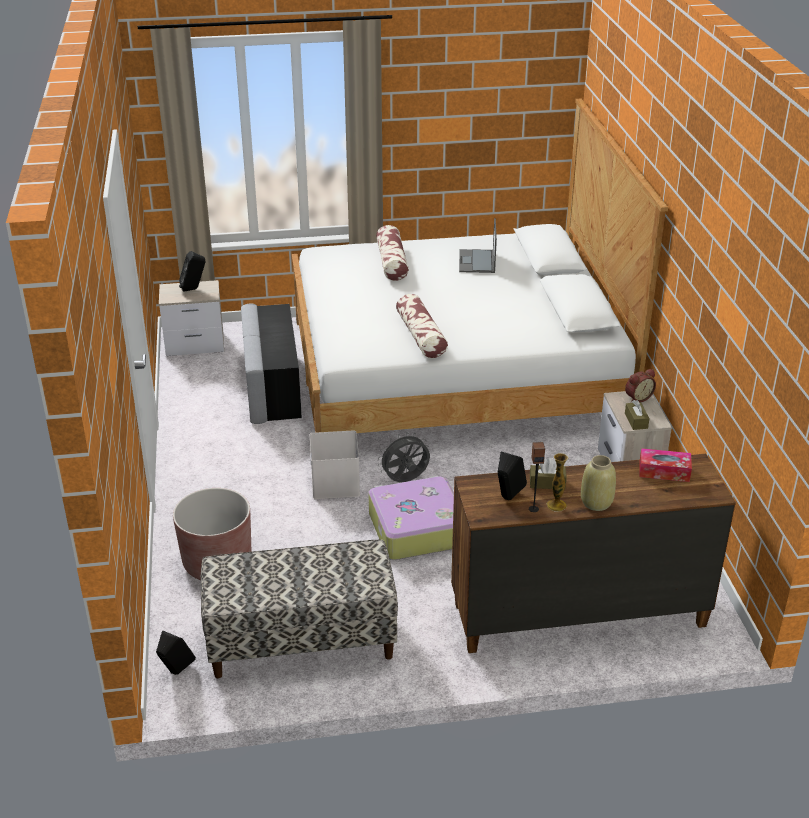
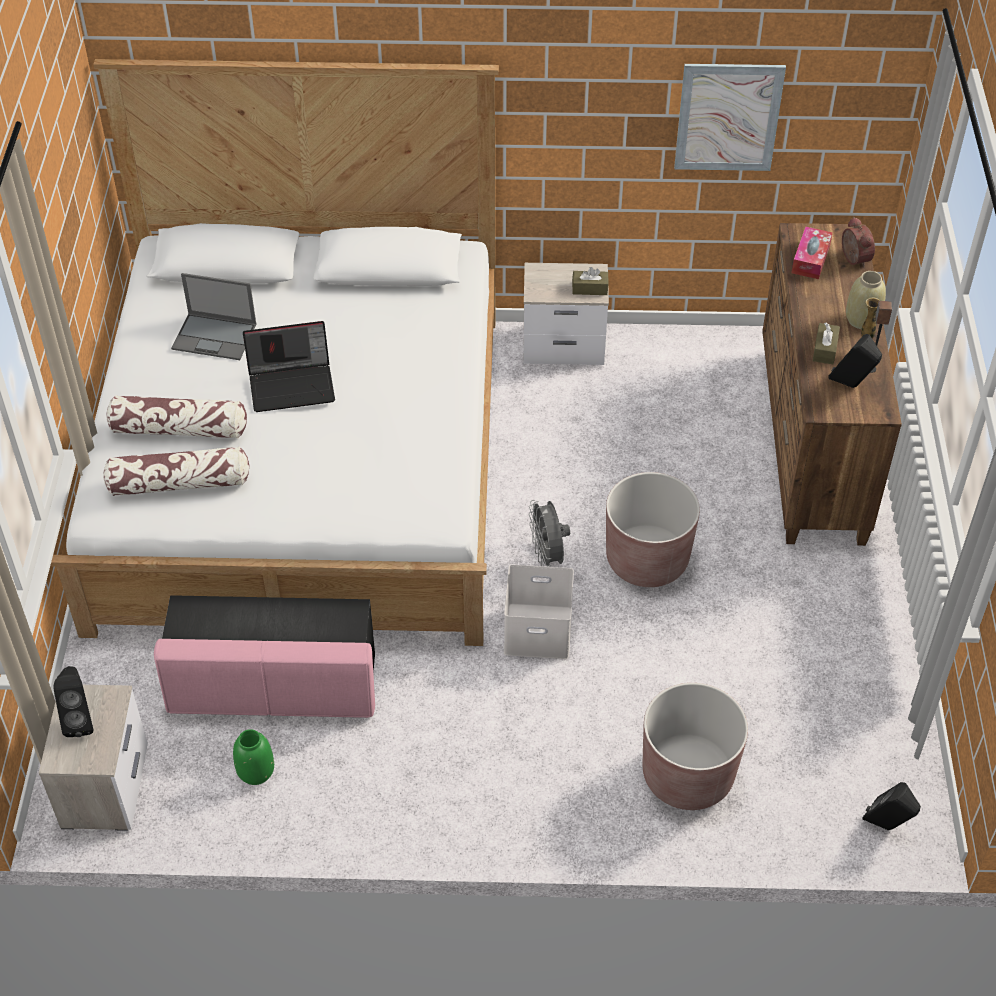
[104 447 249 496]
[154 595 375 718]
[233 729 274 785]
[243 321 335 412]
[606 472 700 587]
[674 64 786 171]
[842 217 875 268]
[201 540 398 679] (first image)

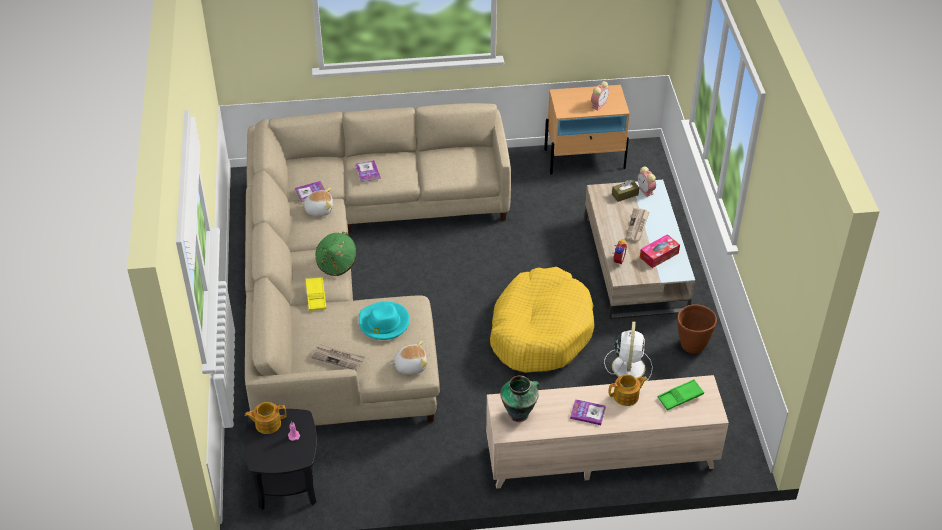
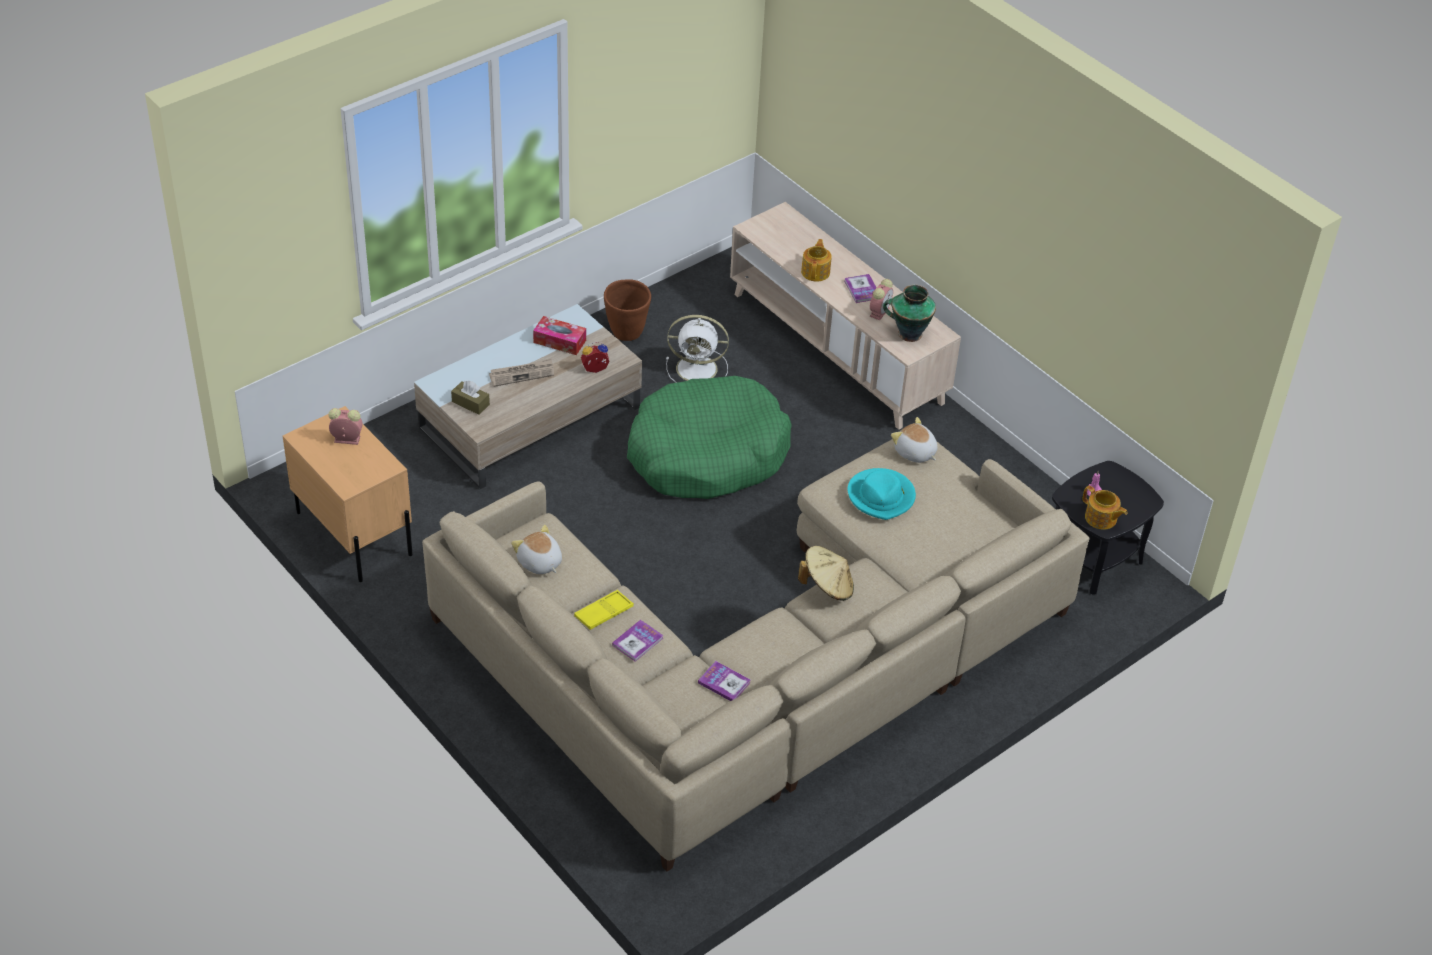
[511 525 562 574]
[574 590 634 630]
[627 376 792 499]
[666 315 729 383]
[798 546 854 601]
[801 239 832 281]
[870 279 893 320]
[310 344 365 371] (first image)
[658 379 704 411] (first image)

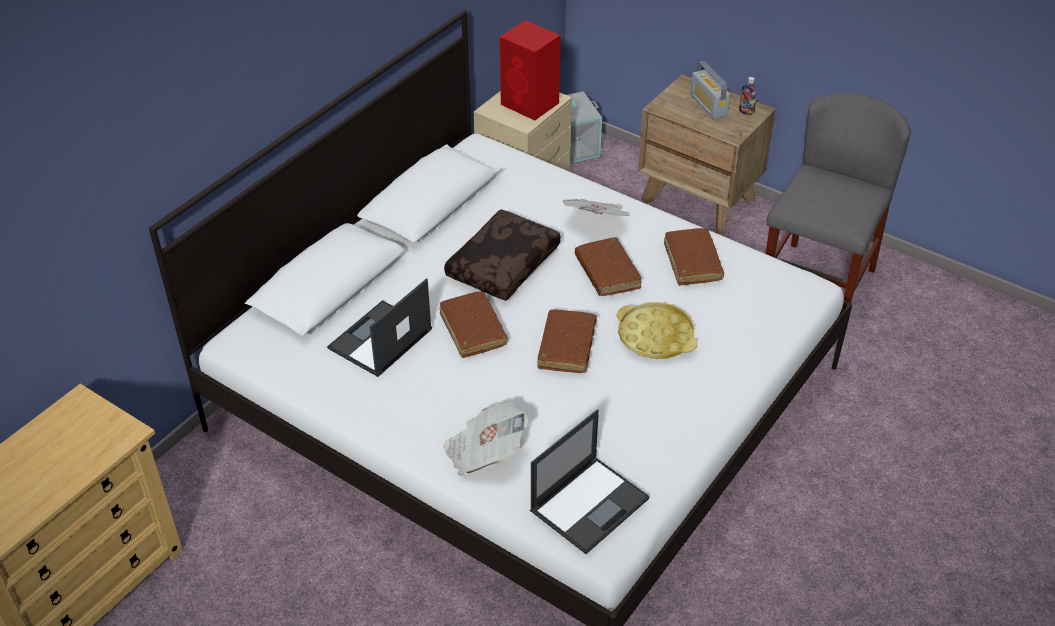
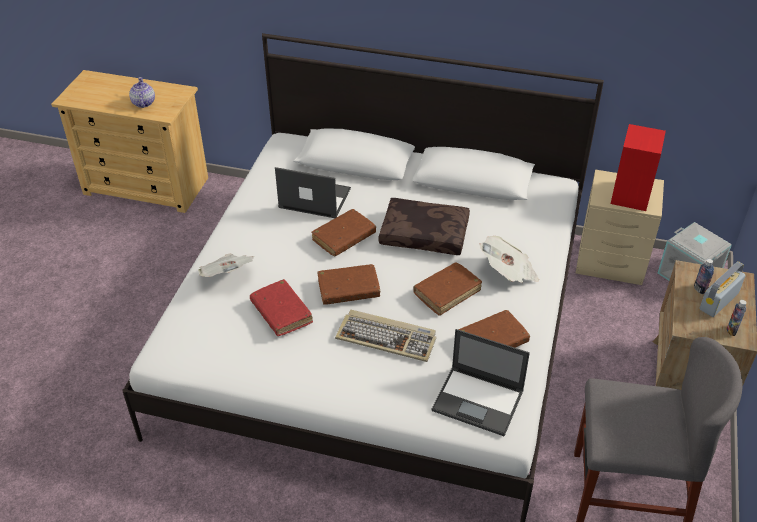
[129 77 155 108]
[250 279 313 336]
[335 310 436 362]
[432 329 530 436]
[694 259 714 294]

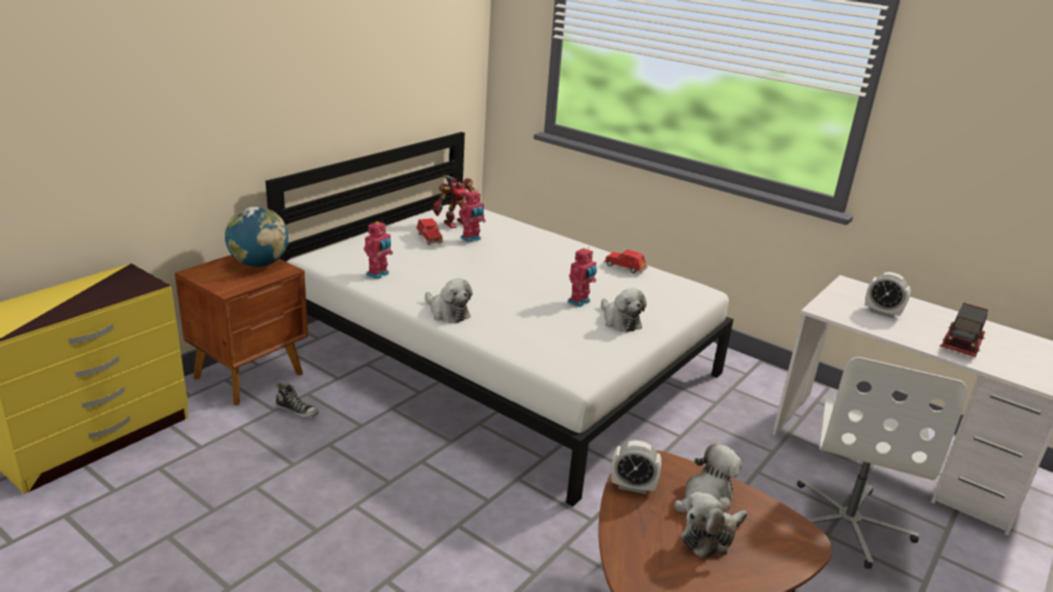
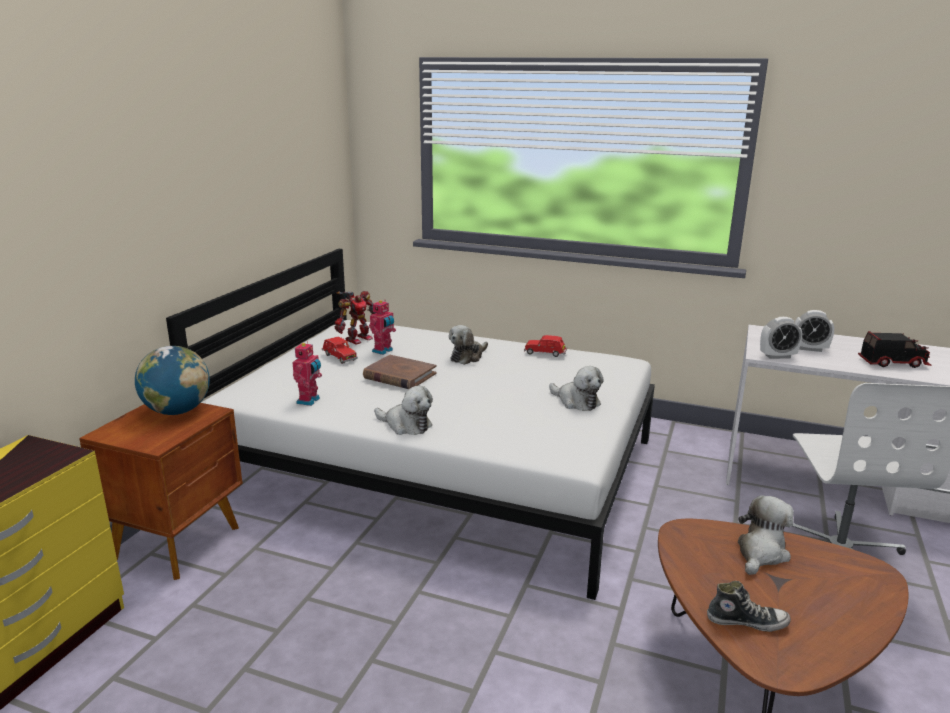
[363 355 437 389]
[449 325 488 365]
[707 581 791 632]
[760 317 802 359]
[858 331 932 368]
[567 247 597 307] (first image)

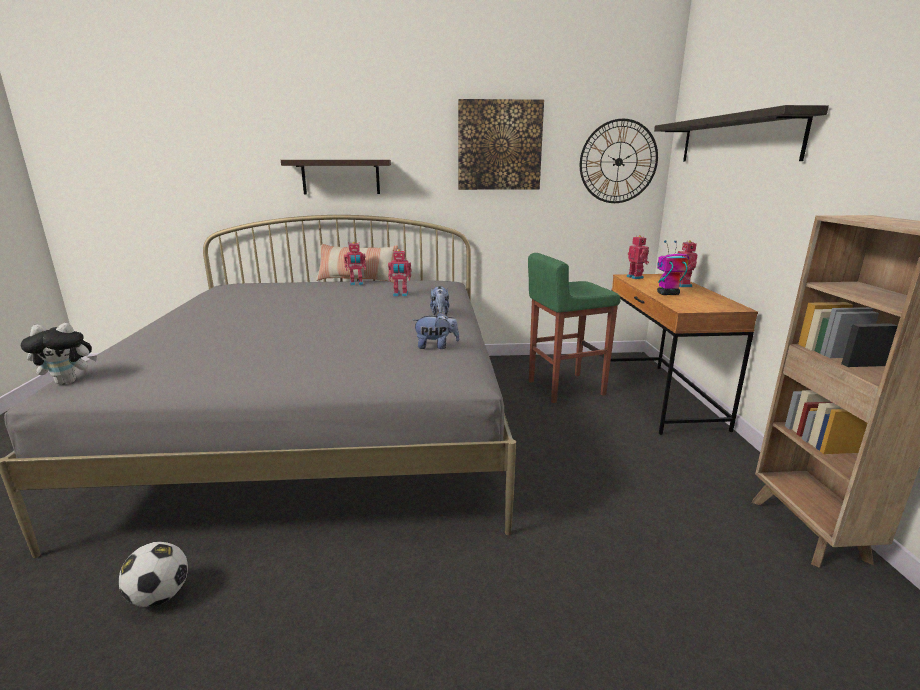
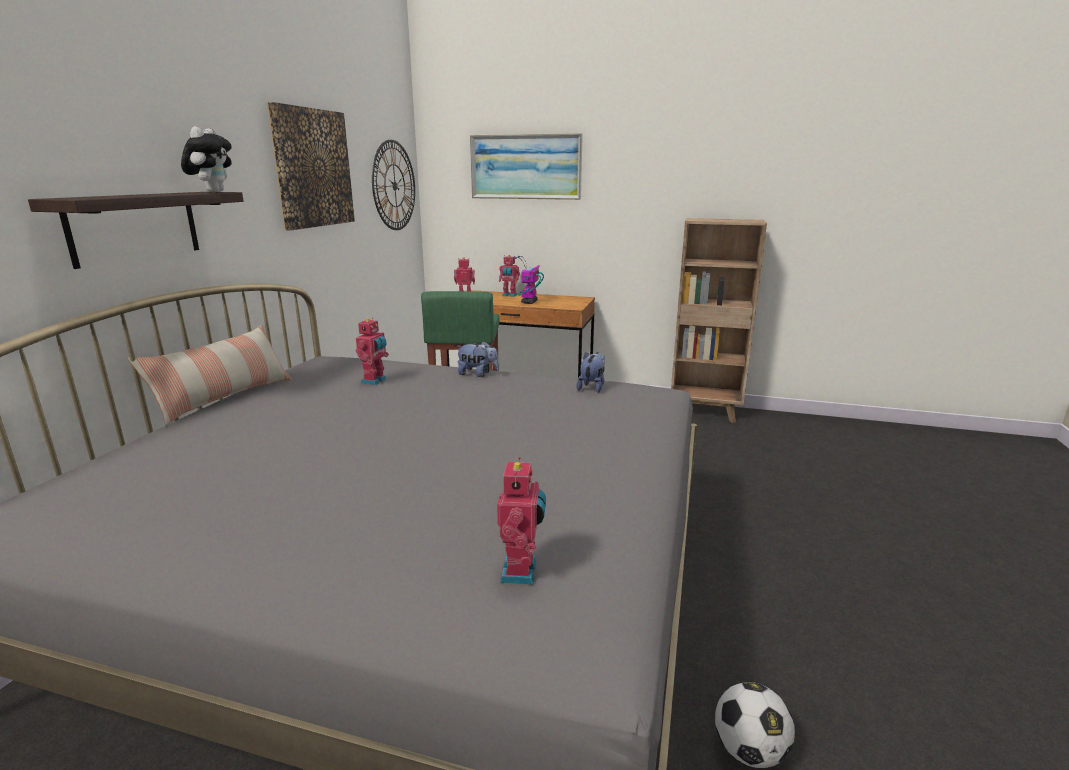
[181 126 232 192]
[470 133 583 200]
[497 457 546 585]

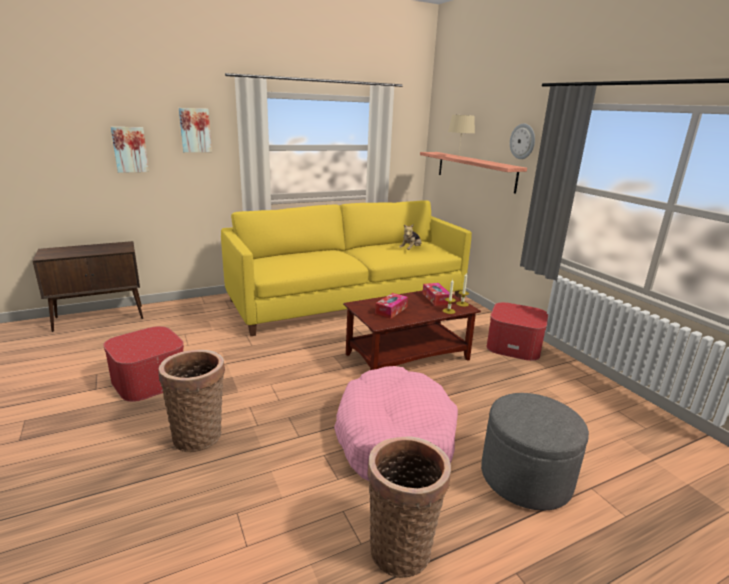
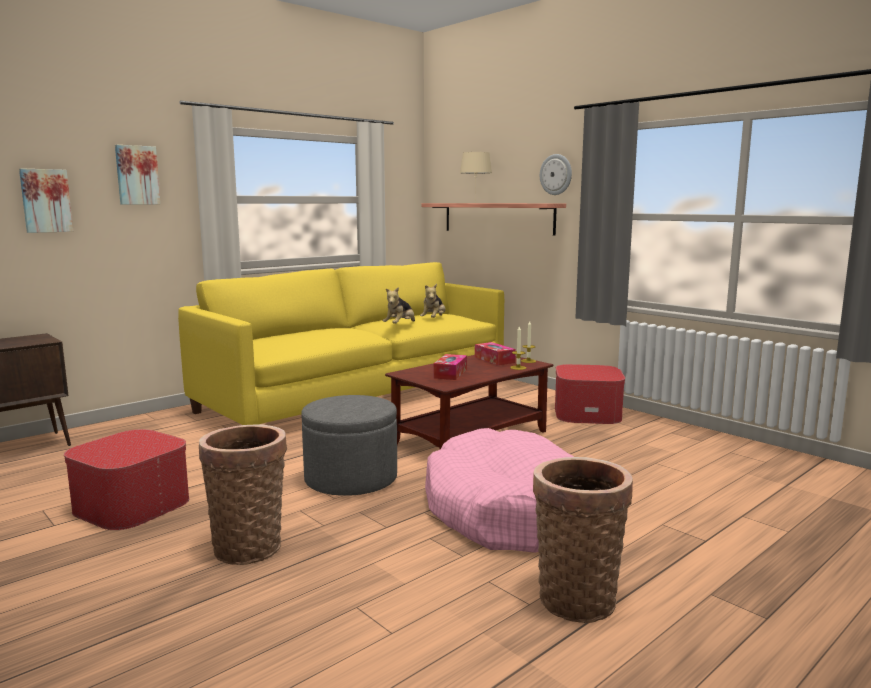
[301 395 397 496]
[383 287 415 324]

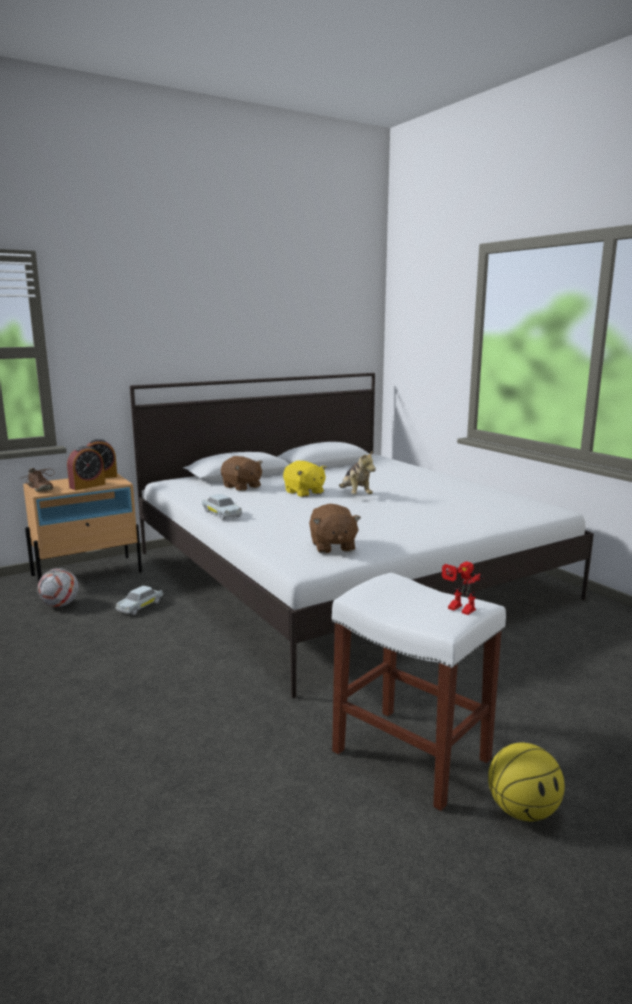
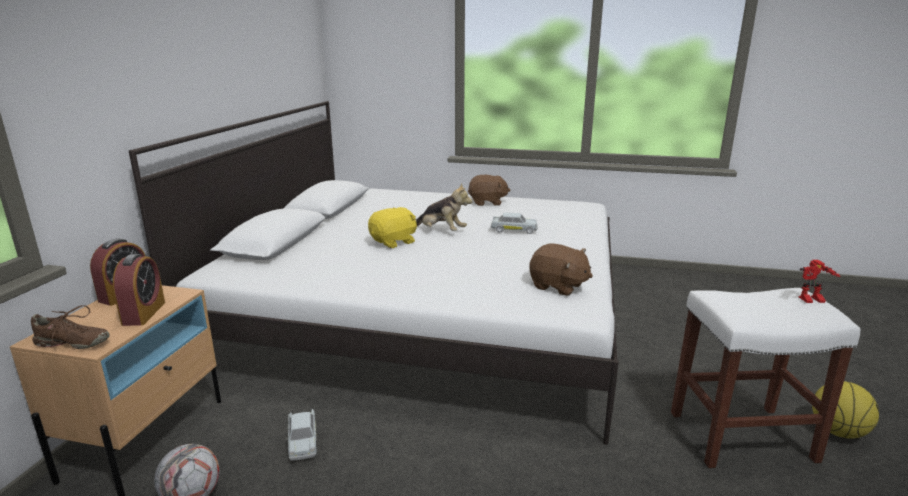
[368 207 417 248]
[468 175 510 206]
[491 212 537 234]

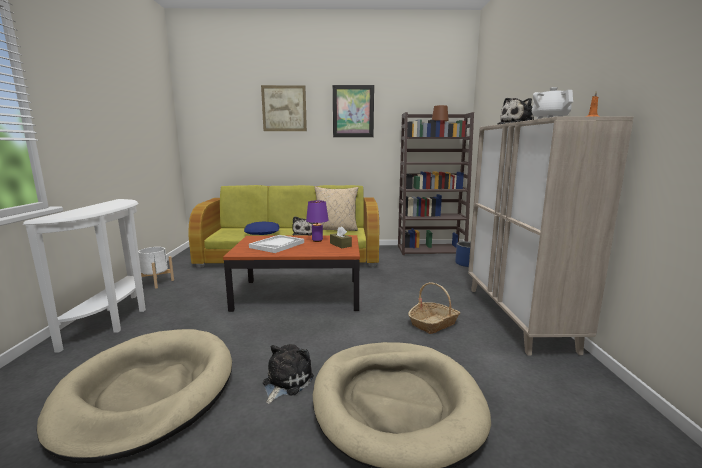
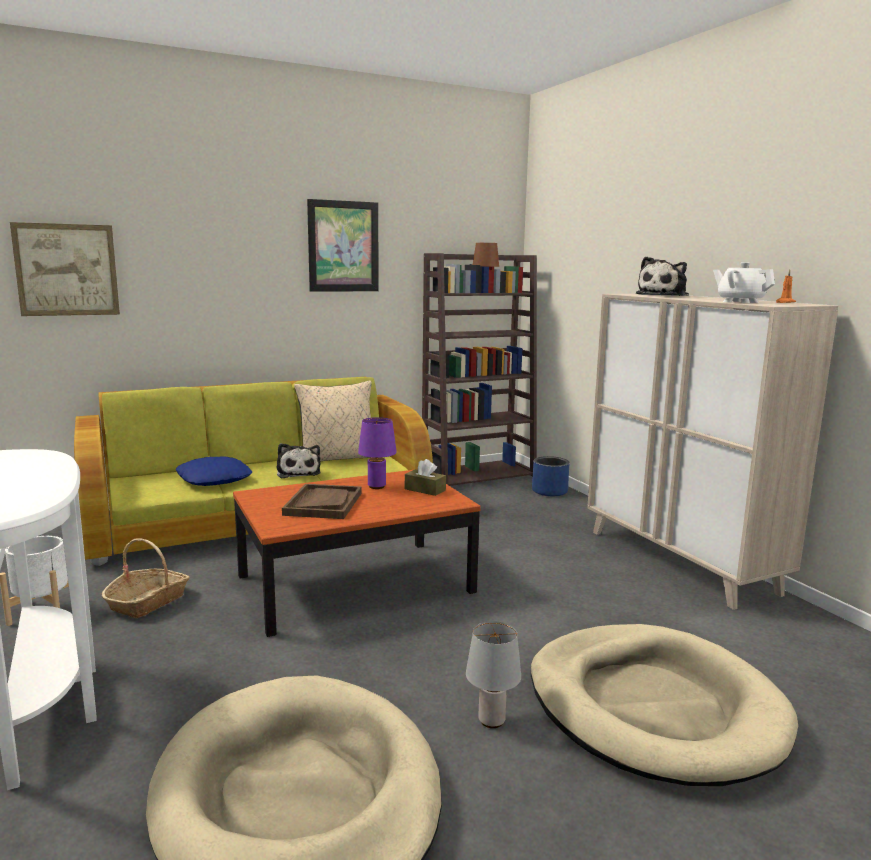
[10 222 120 316]
[102 538 190 619]
[282 484 362 519]
[466 621 521 728]

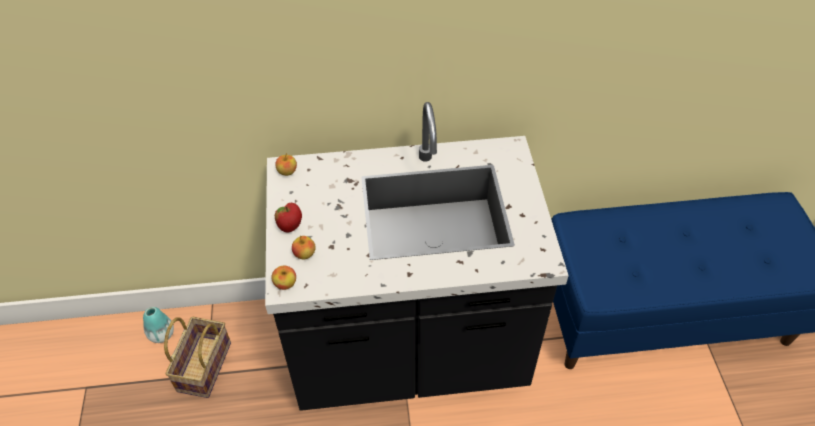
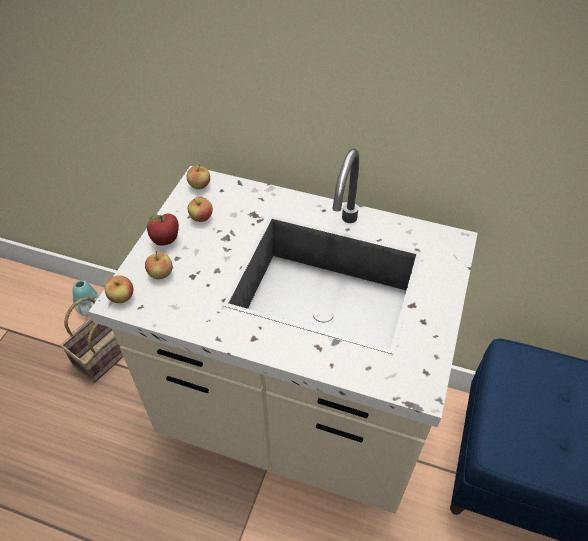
[89 149 478 514]
[188 197 213 222]

